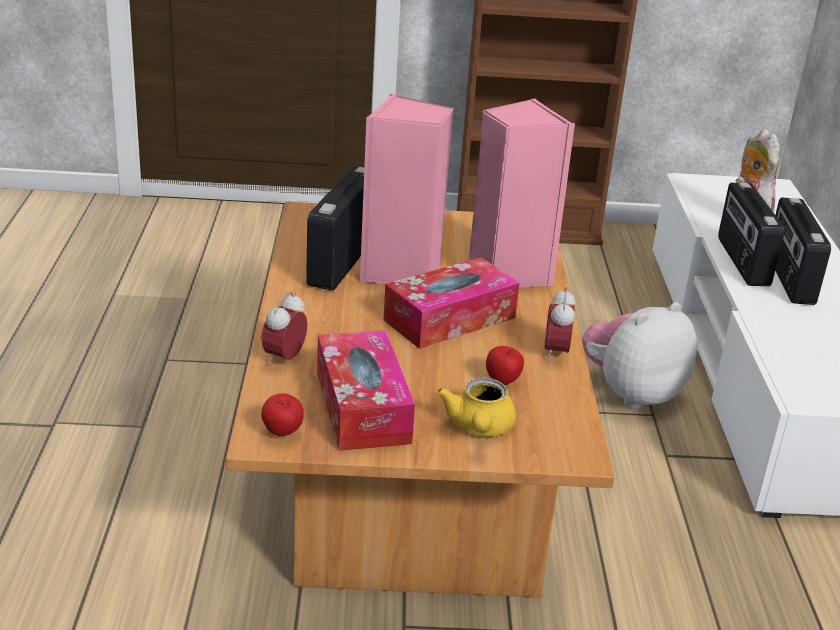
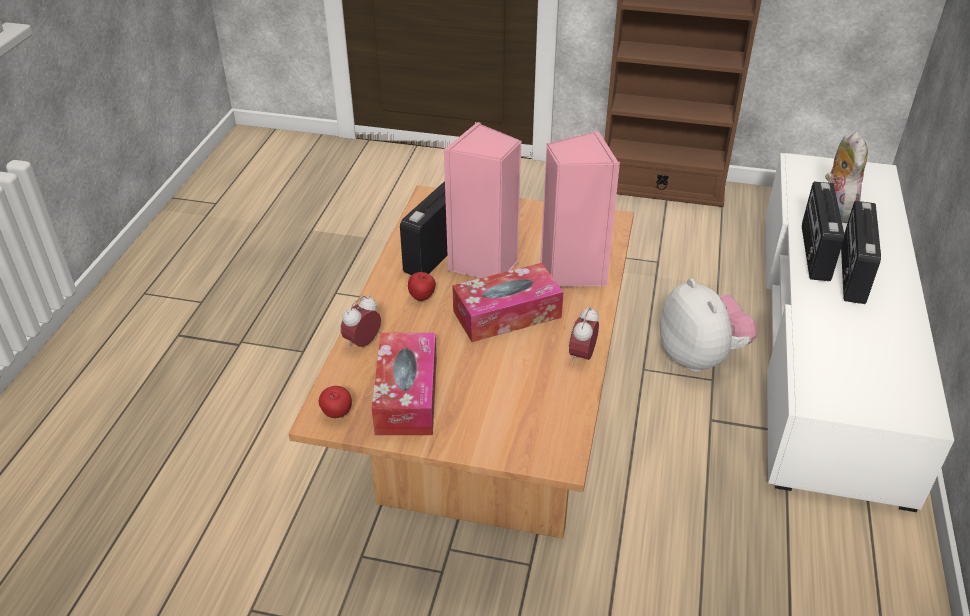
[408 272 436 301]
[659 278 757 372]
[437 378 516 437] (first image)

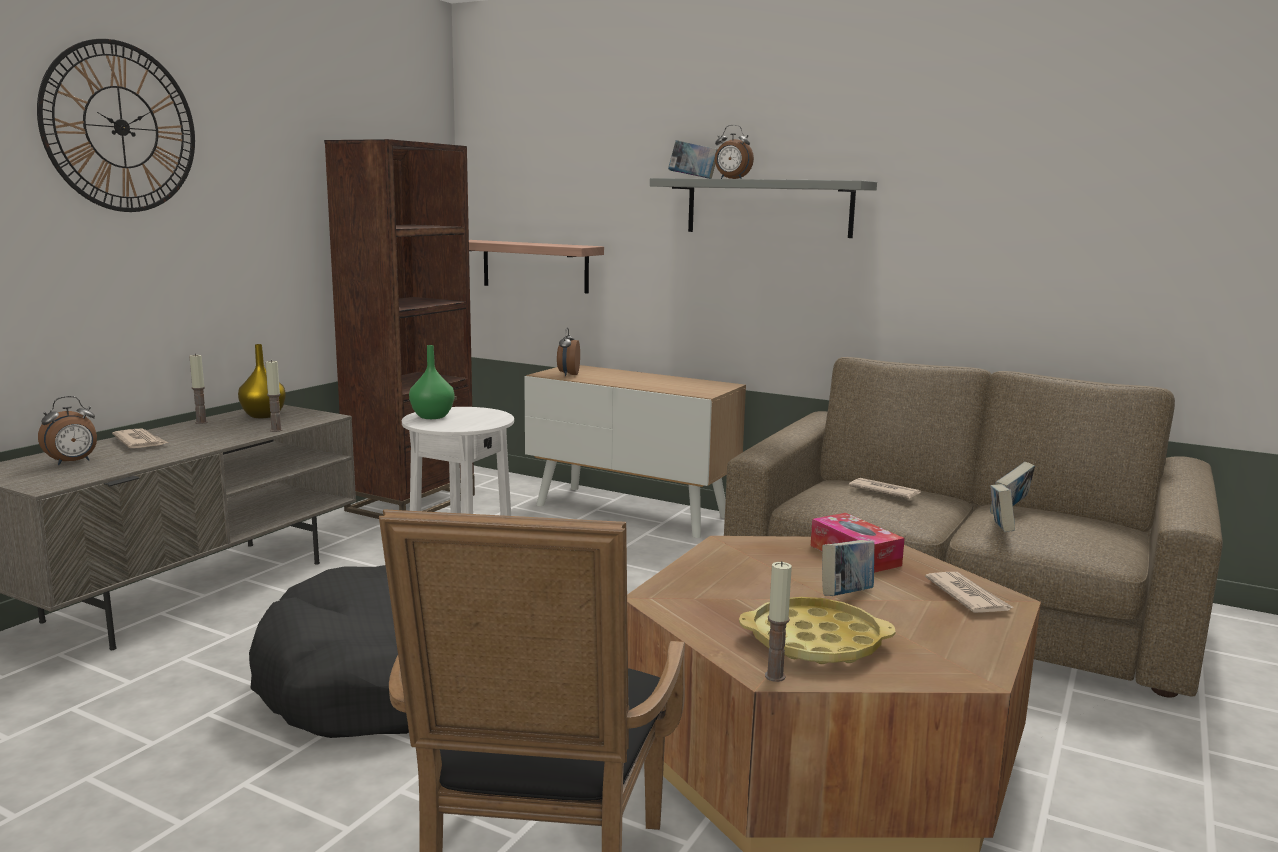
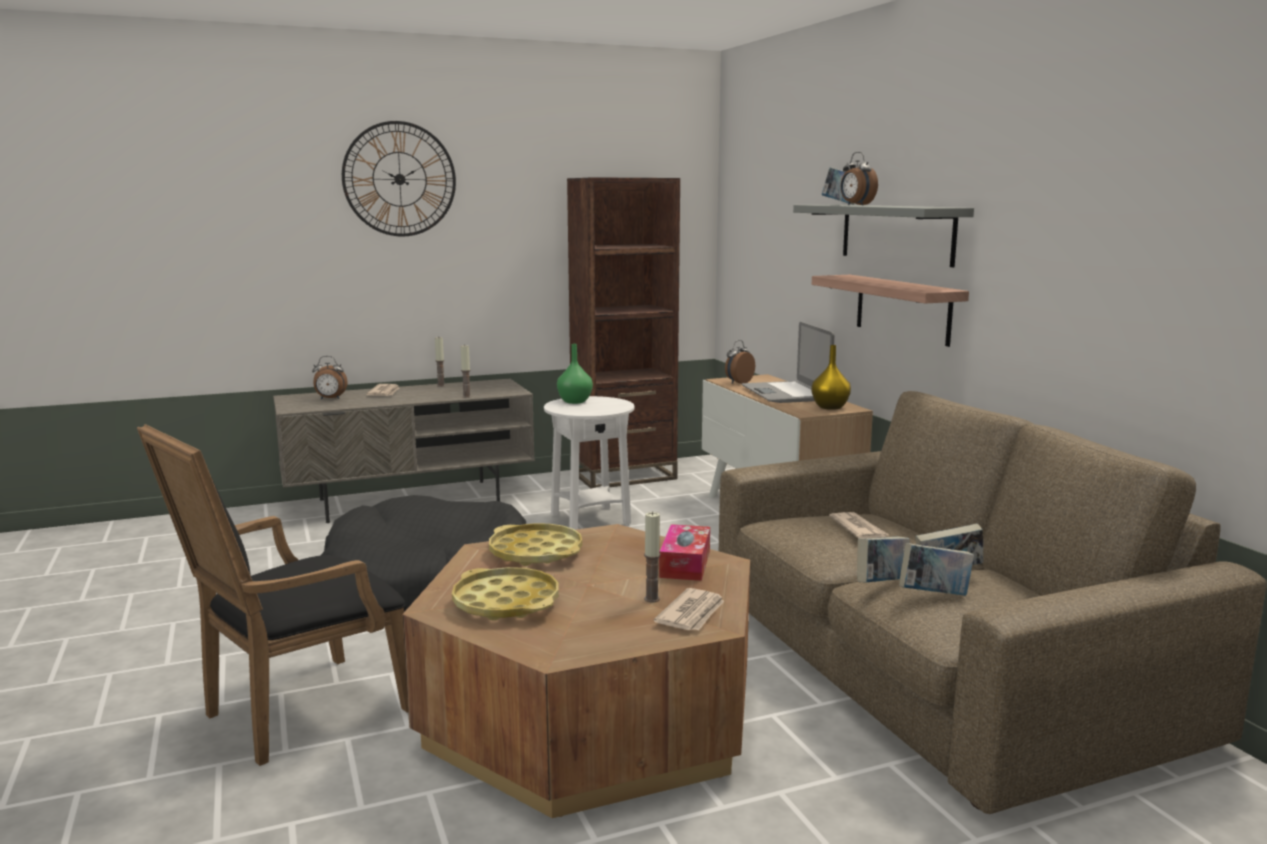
[489 523 582 566]
[644 511 660 602]
[742 322 835 403]
[811 345 851 410]
[812 275 969 347]
[899 543 974 596]

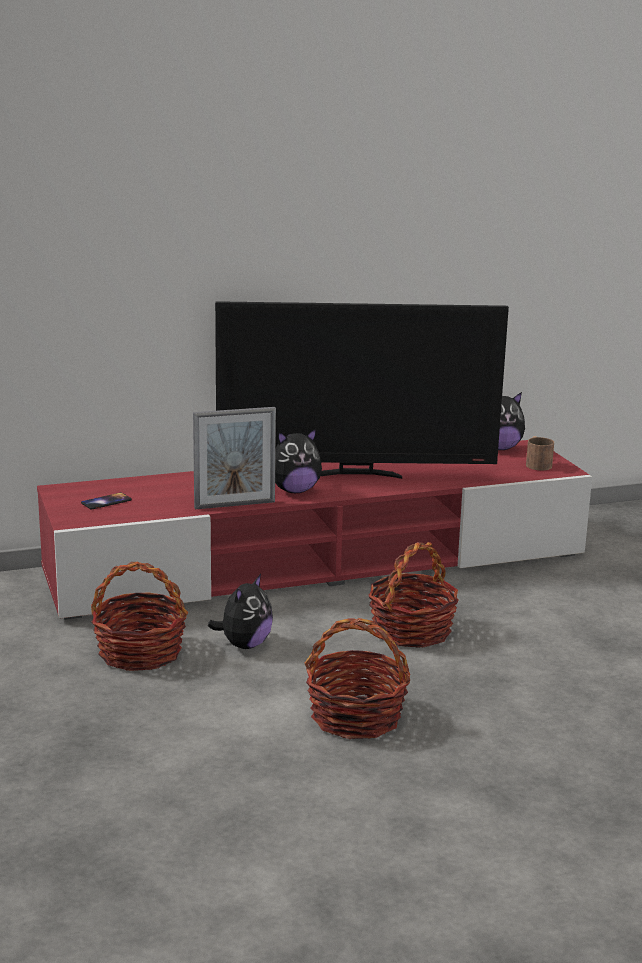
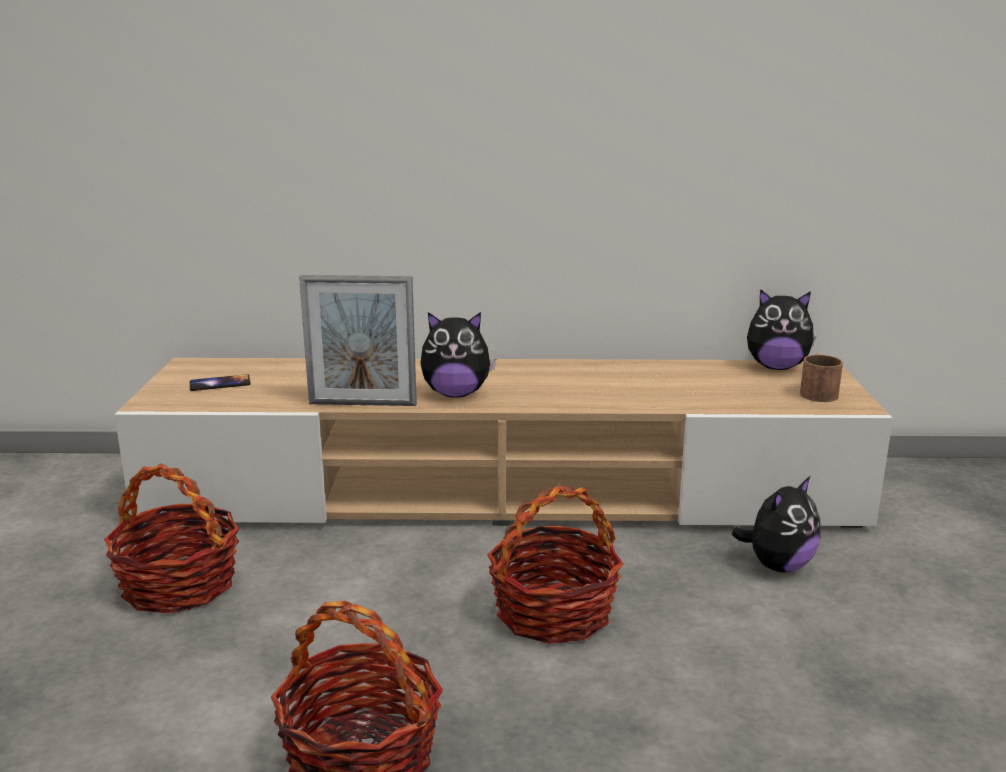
[114 358 893 528]
[732 476 821 573]
[215 301 509 479] (first image)

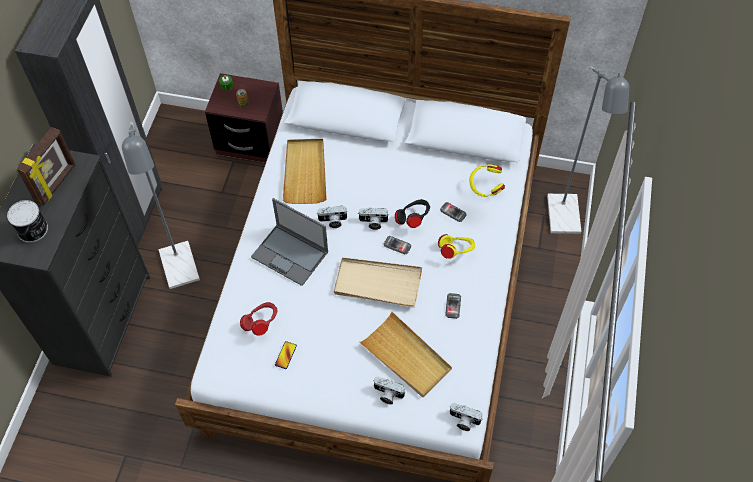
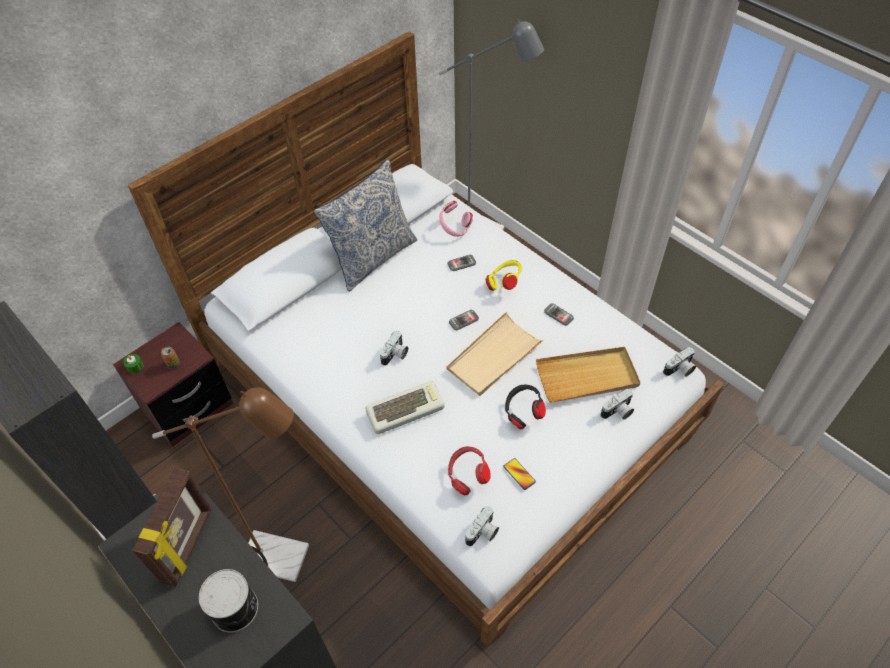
[132 468 212 587]
[152 387 309 582]
[314 159 417 292]
[366 381 445 434]
[439 201 473 237]
[465 506 499 546]
[505 385 546 430]
[283 139 327 204] (first image)

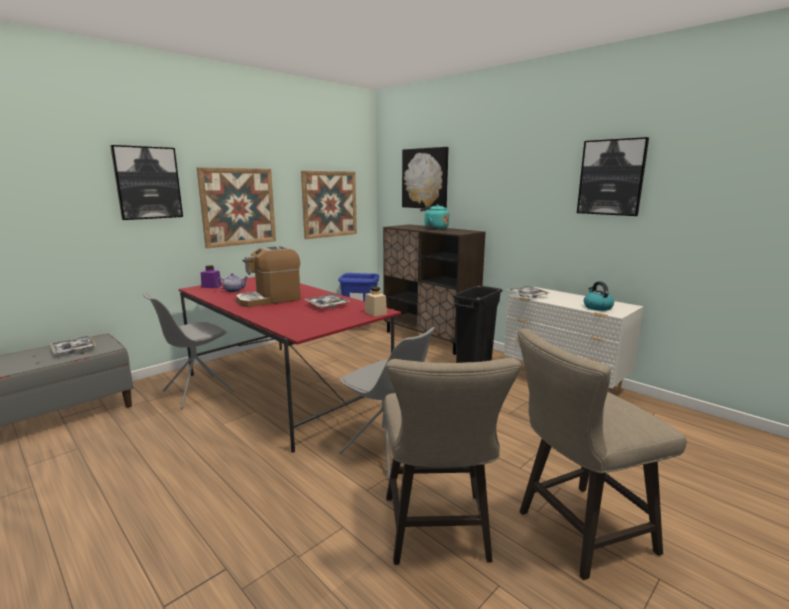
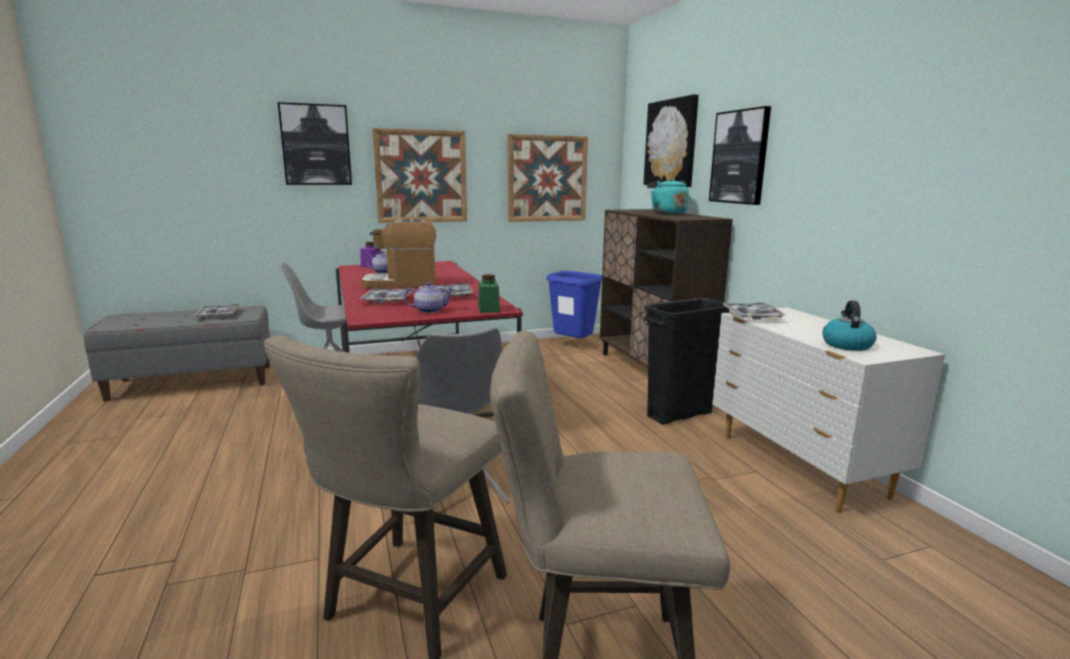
[359 288 415 303]
[404 282 454 313]
[478 274 500 313]
[709 106 771 205]

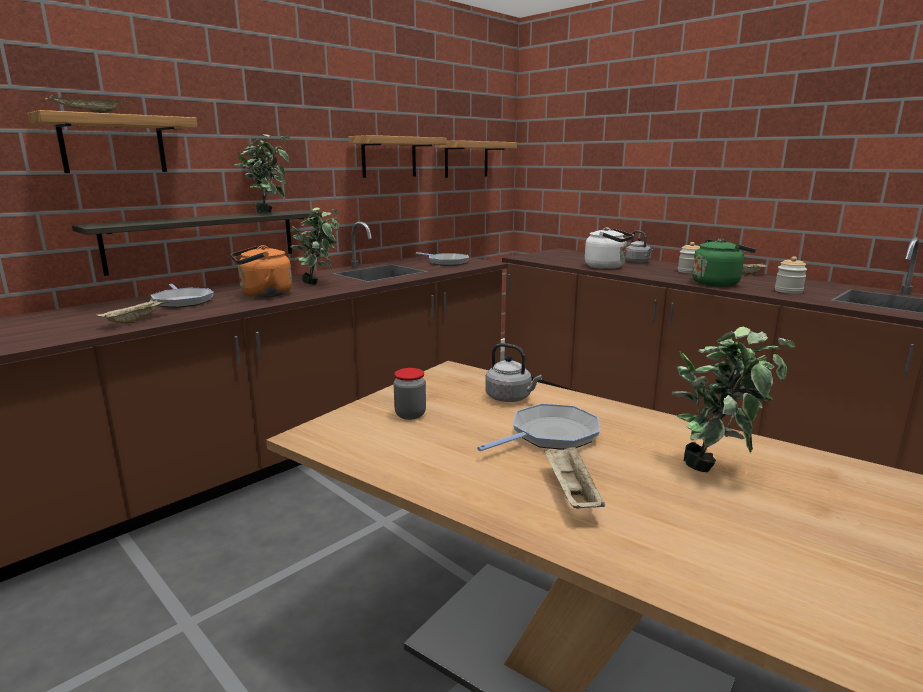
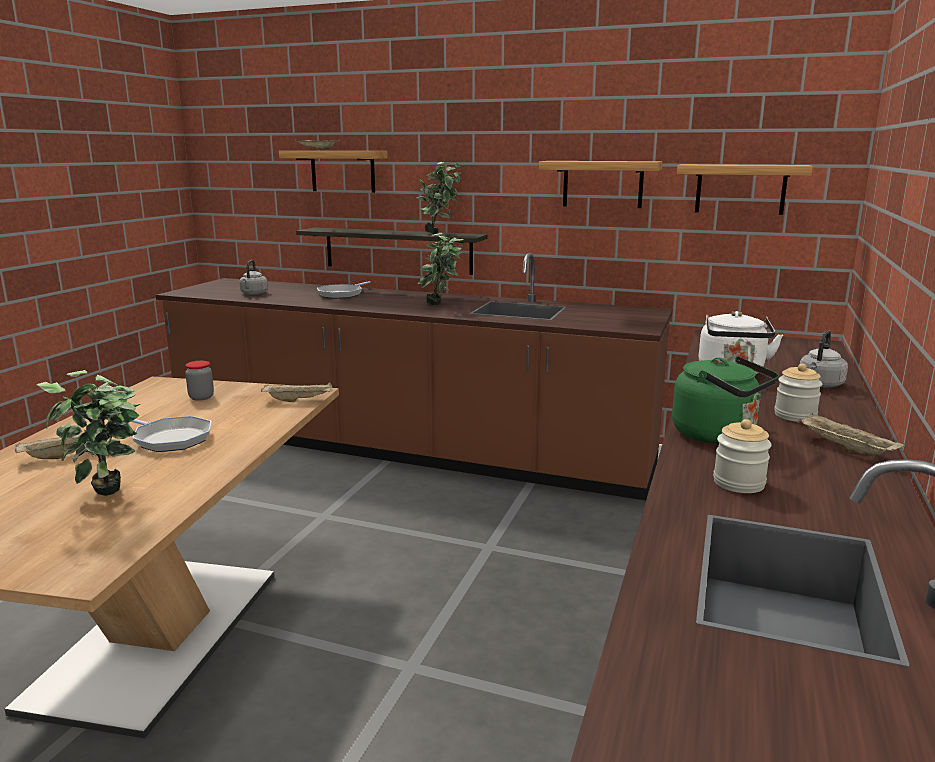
[239 260 268 295]
[261 382 333 402]
[231 245 292 298] (first image)
[416 252 469 266] (first image)

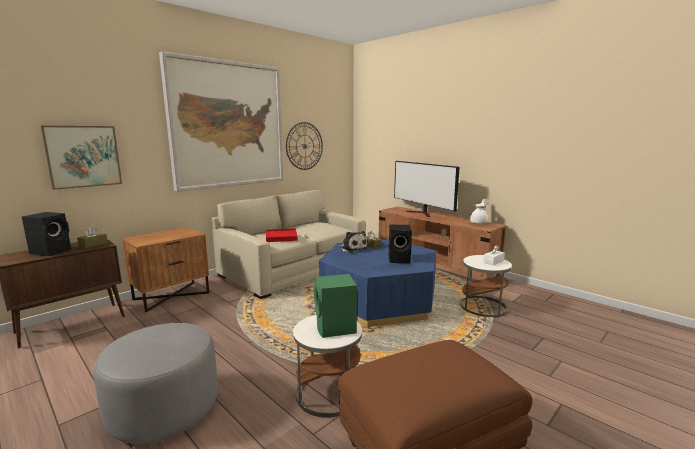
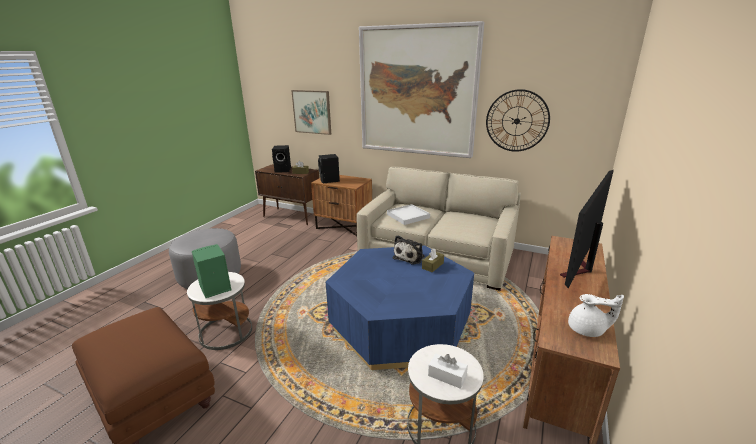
[318 154 340 183]
[387 204 430 225]

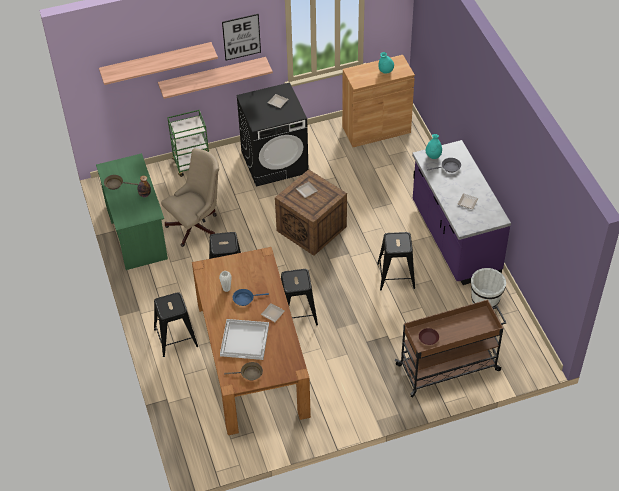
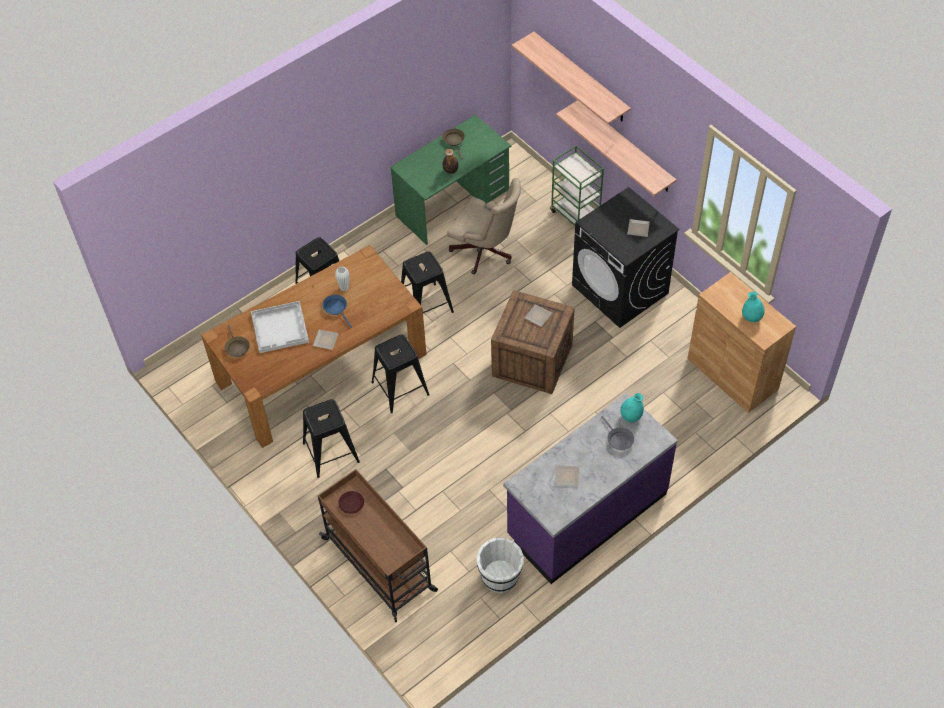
[303 399 360 478]
[222 14 261 61] (first image)

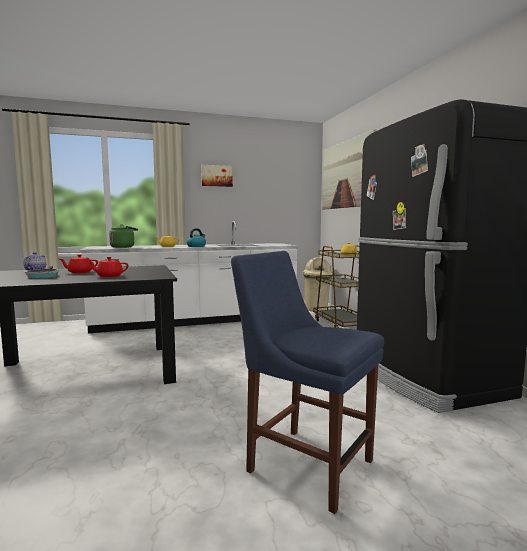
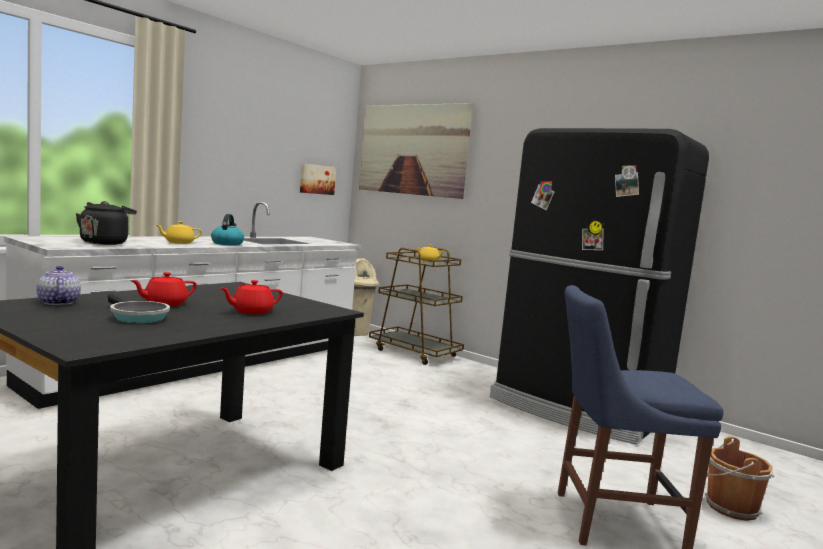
[76 201 137 245]
[300 163 336 195]
[705 436 774 521]

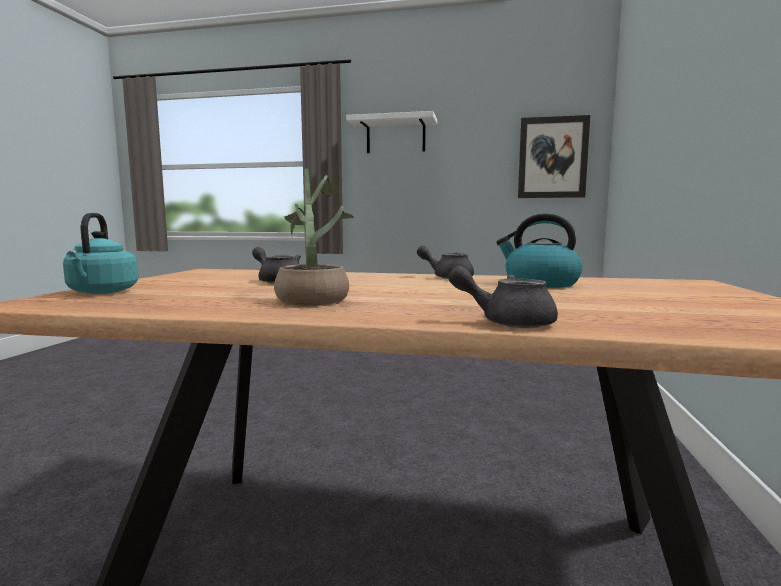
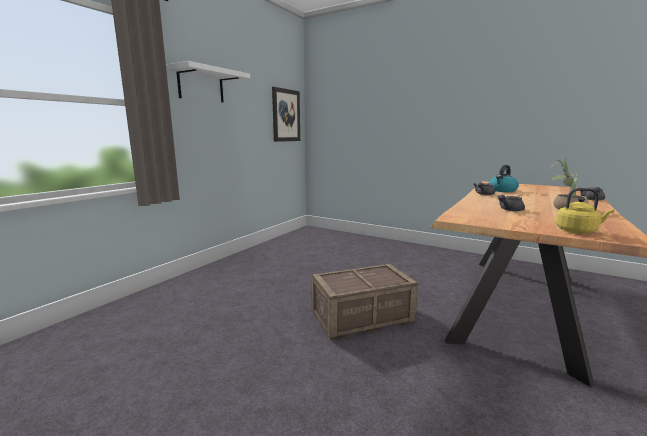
[312 264 418 340]
[556 188 614 234]

